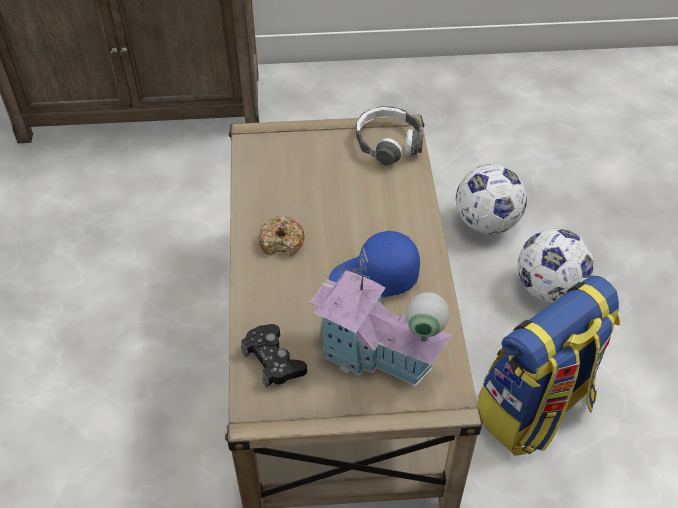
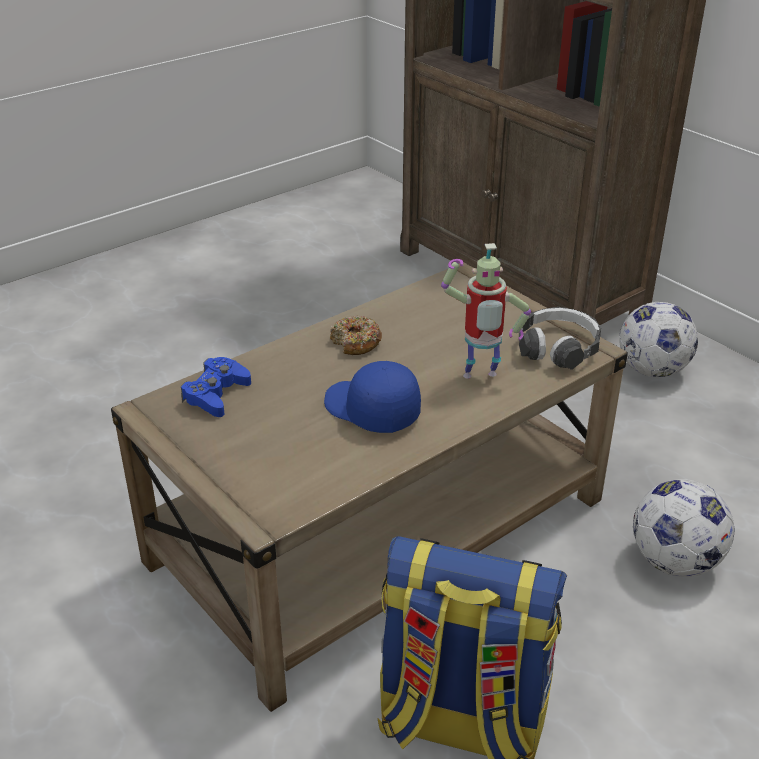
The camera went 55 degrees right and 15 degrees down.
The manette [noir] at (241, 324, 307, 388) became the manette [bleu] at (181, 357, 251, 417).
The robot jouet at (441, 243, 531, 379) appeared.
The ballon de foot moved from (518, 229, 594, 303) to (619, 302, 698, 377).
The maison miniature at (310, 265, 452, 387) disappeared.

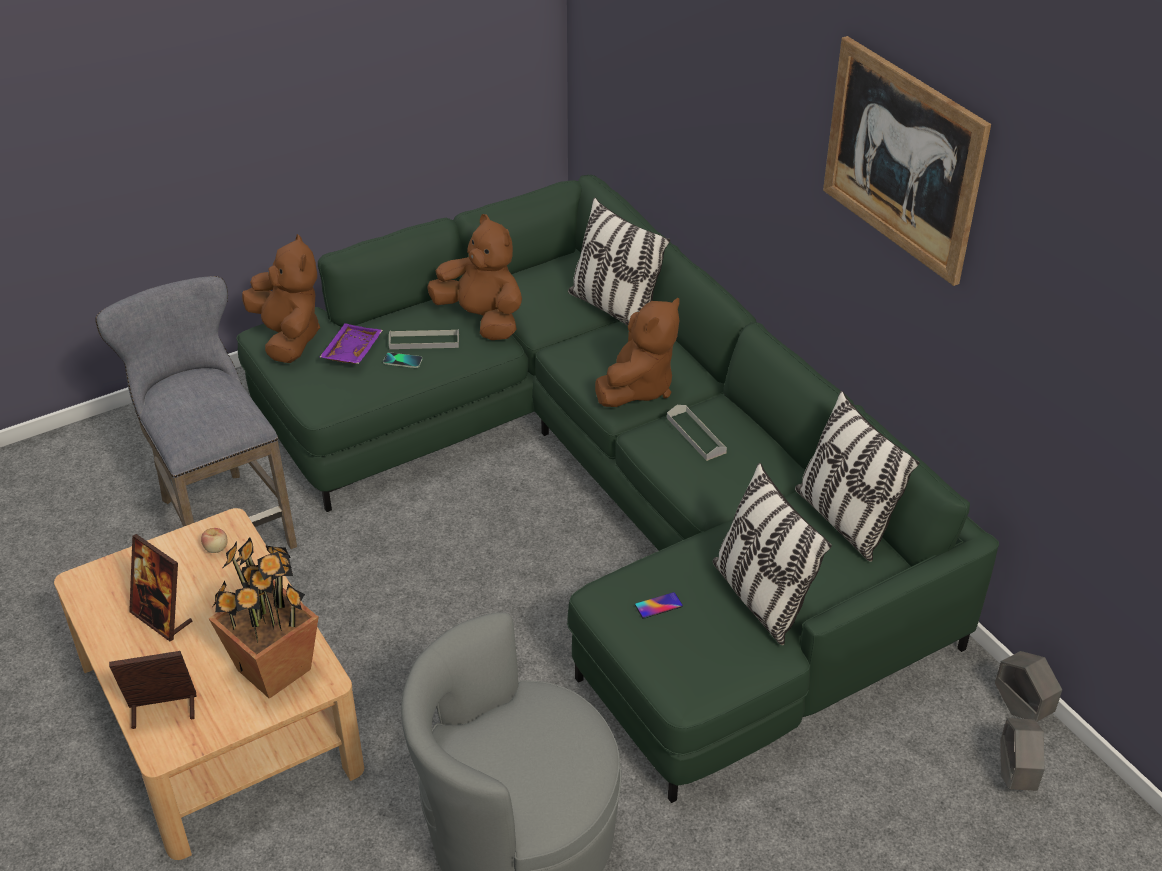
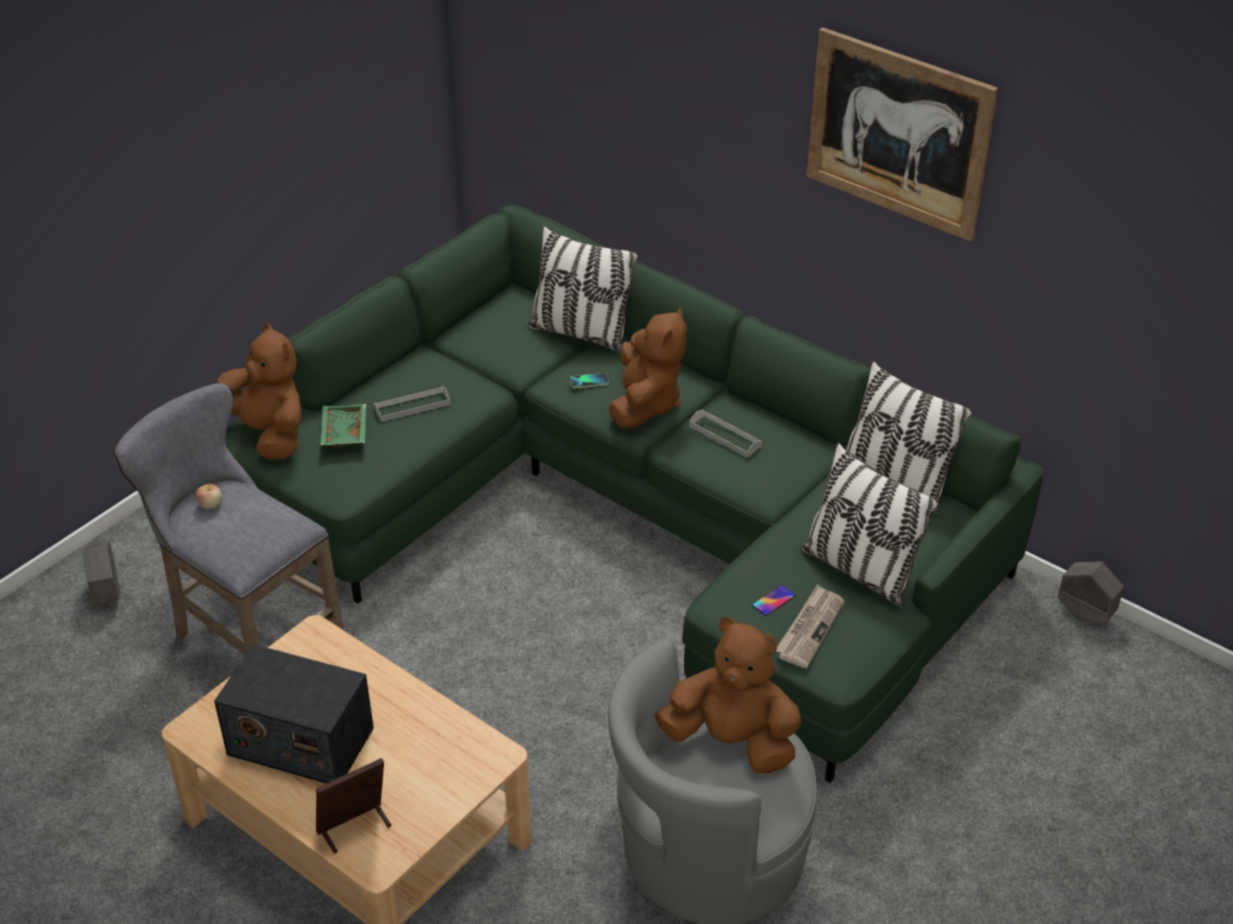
The camera went 20 degrees left and 0 degrees up.
The cache-pot [gris] moved from (1000, 718, 1045, 791) to (82, 542, 120, 604).
The pomme moved from (201, 528, 228, 553) to (196, 484, 222, 509).
The cadre photo at (129, 534, 192, 641) was replaced by the radio at (214, 644, 374, 783).
The plateau [violet] at (320, 323, 383, 364) became the plateau [vert] at (320, 404, 366, 446).
The téléphone moved from (383, 352, 422, 368) to (570, 373, 609, 388).
The peluche [marron] moved from (427, 214, 522, 340) to (655, 617, 802, 774).
The journal at (776, 584, 845, 668) appeared.
The plante en pot at (208, 537, 319, 699) disappeared.

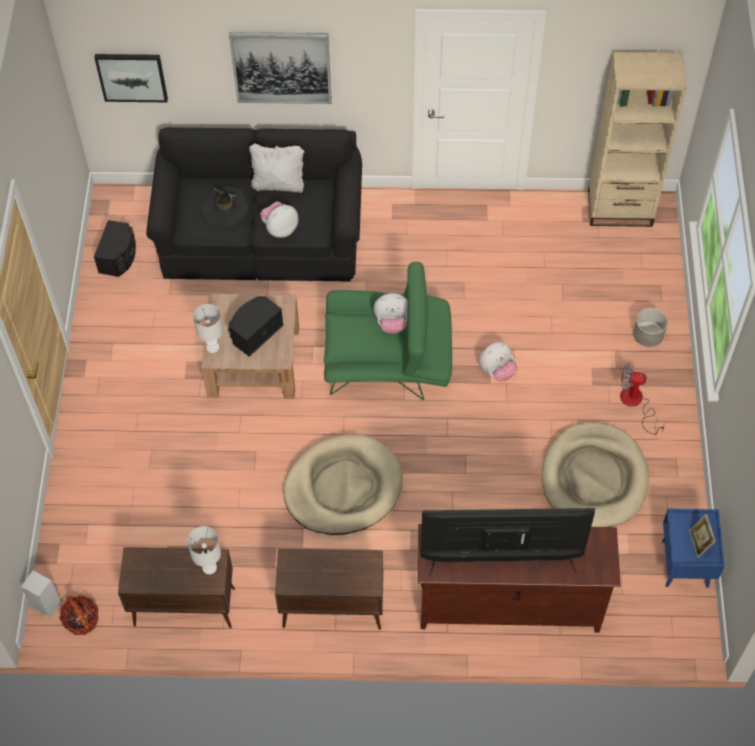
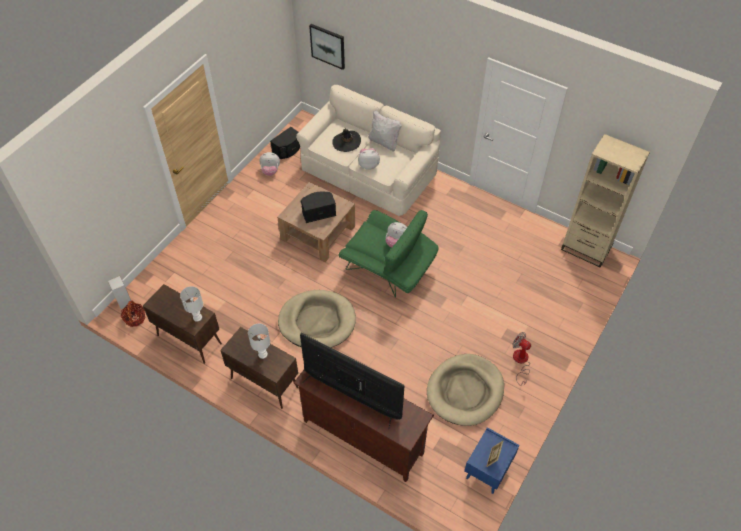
The camera went 30 degrees right and 5 degrees down.
The lampe de table [blanc] moved from (193, 304, 223, 353) to (248, 324, 270, 359).
The peluche moved from (479, 342, 517, 381) to (259, 152, 280, 176).
The canapé [noir] at (146, 127, 362, 281) became the canapé [beige] at (296, 85, 441, 216).
The tableau at (229, 32, 332, 104) disappeared.
The cache-pot [gris] at (633, 308, 668, 347) disappeared.

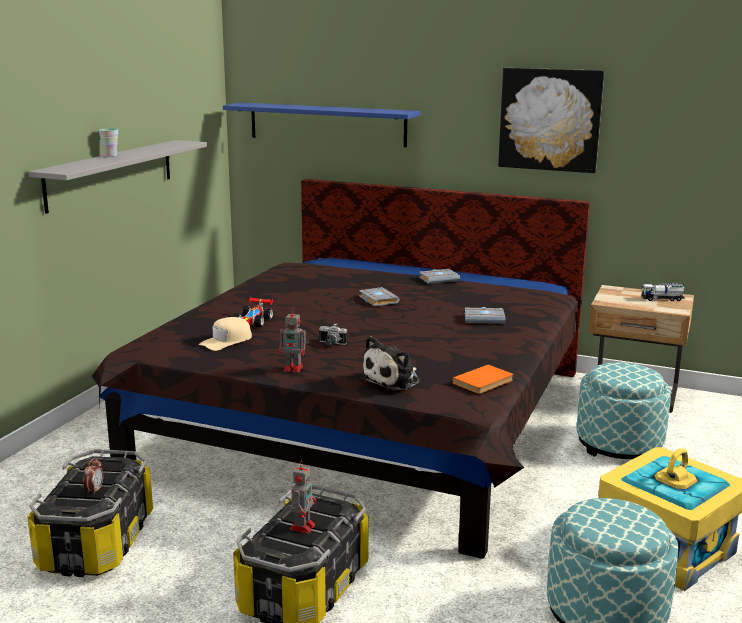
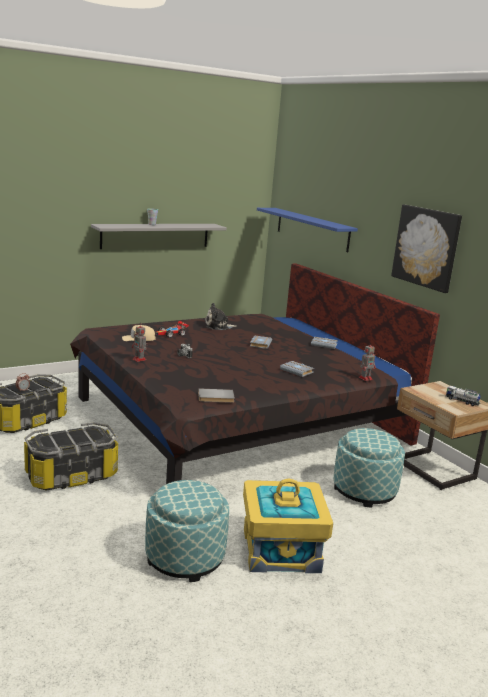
The camera went 35 degrees right and 0 degrees up.
The livre [orange] at (452, 365, 513, 394) became the livre [gris] at (198, 388, 235, 403).
The peluche moved from (360, 336, 420, 390) to (205, 303, 237, 330).
The robot jouet moved from (290, 460, 316, 534) to (359, 342, 376, 381).

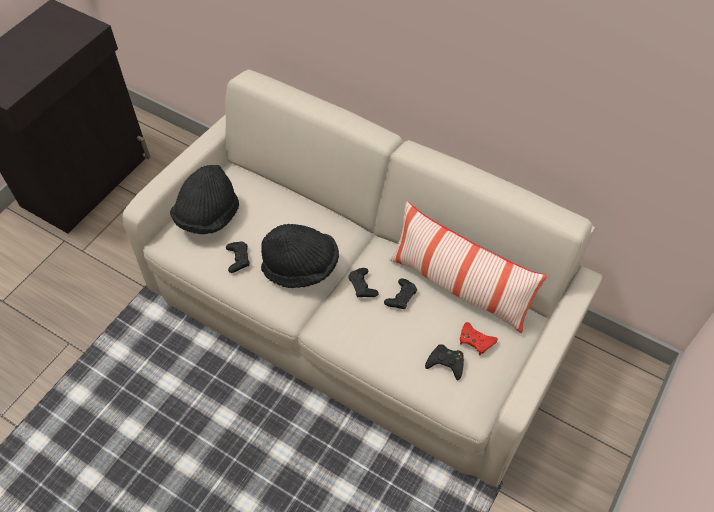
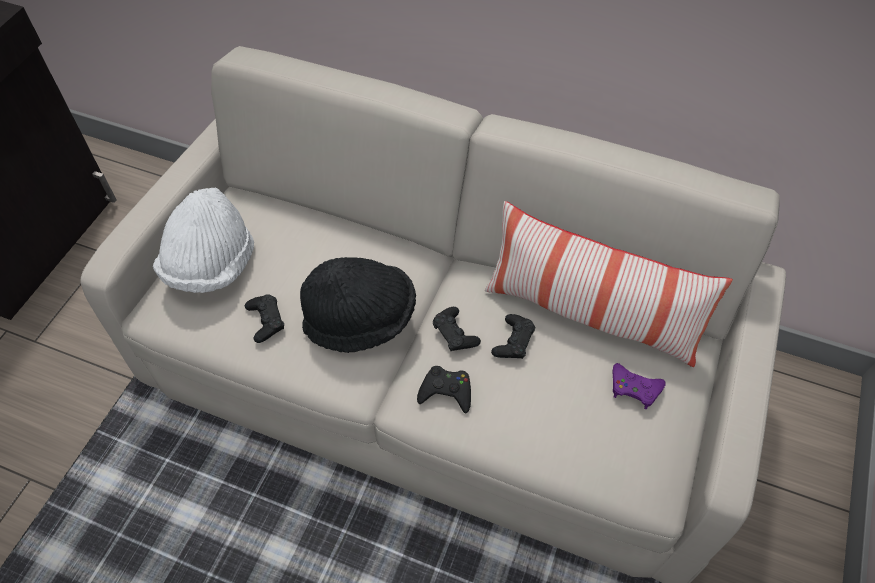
The camera went 10 degrees left and 0 degrees up.
The chapeau [noir] at (170, 165, 239, 234) became the chapeau [blanc] at (153, 188, 254, 293).
The manette [noir] moved from (425, 344, 464, 380) to (417, 366, 471, 413).
The manette [rouge] at (460, 322, 498, 355) became the manette [violet] at (613, 363, 666, 409).

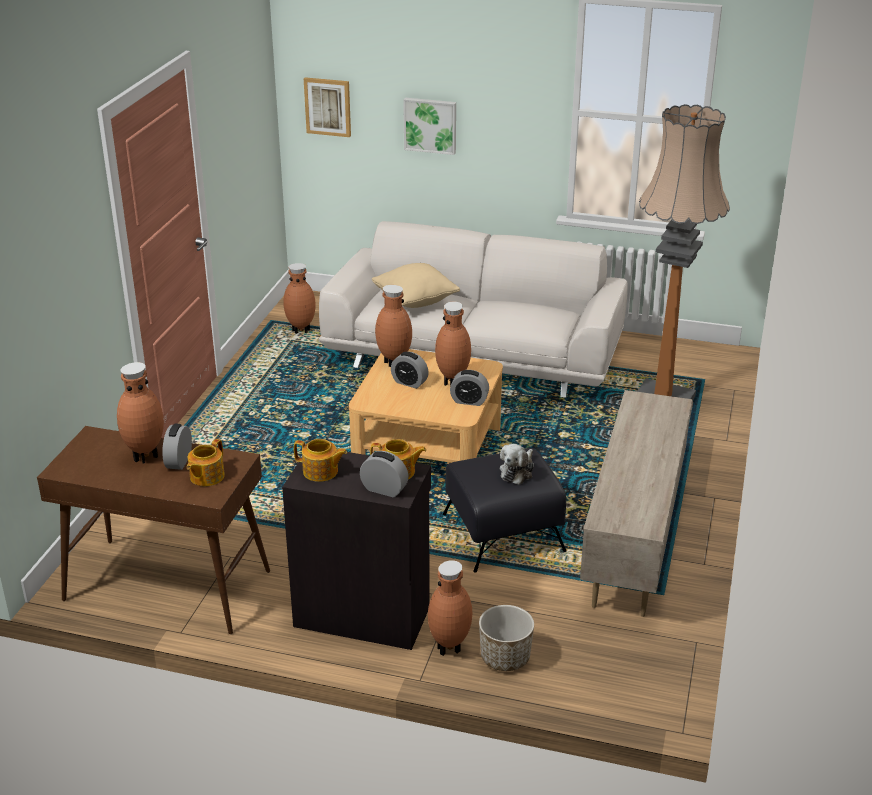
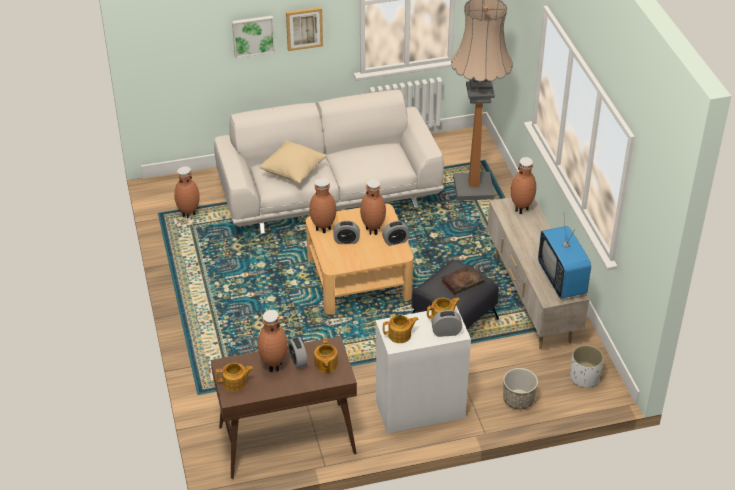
The camera went 30 degrees left and 10 degrees up.
The théière at (216, 363, 253, 392) appeared.
The tableau moved from (304, 77, 351, 137) to (286, 7, 323, 51).
The meuble de rangement [noir] at (282, 452, 431, 650) became the meuble de rangement [blanc] at (375, 306, 471, 433).
The peluche at (500, 444, 534, 485) was replaced by the livre at (441, 265, 484, 295).
The vase [marron] moved from (428, 560, 472, 656) to (511, 157, 536, 214).
The téléviseur at (538, 217, 591, 299) appeared.
The cache-pot [blanc] at (570, 345, 604, 388) appeared.

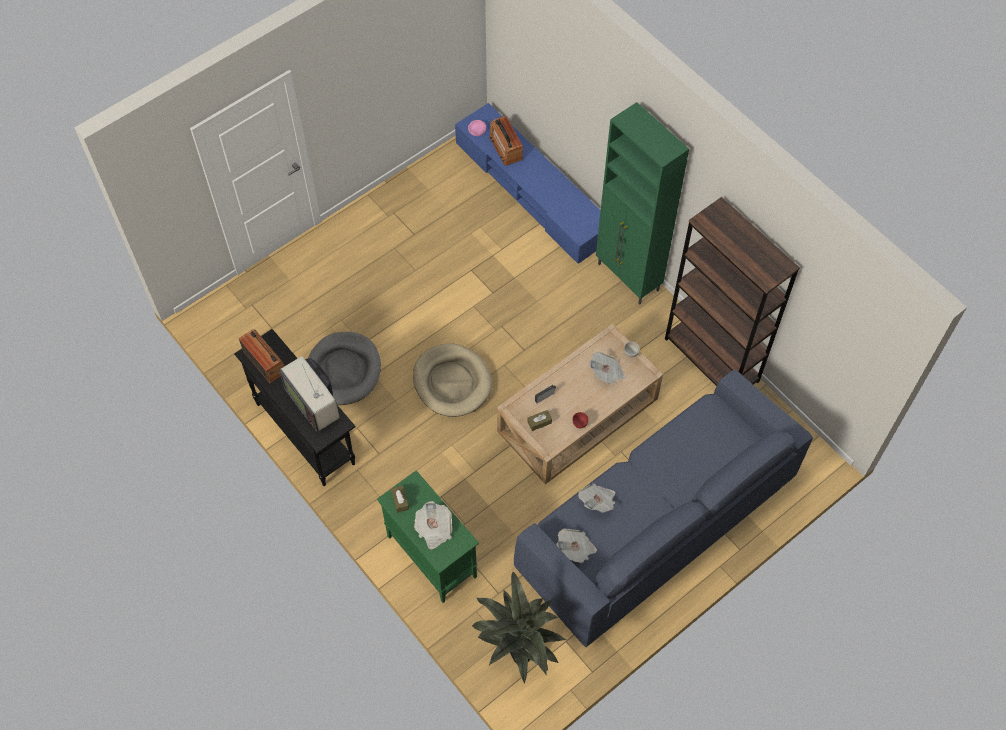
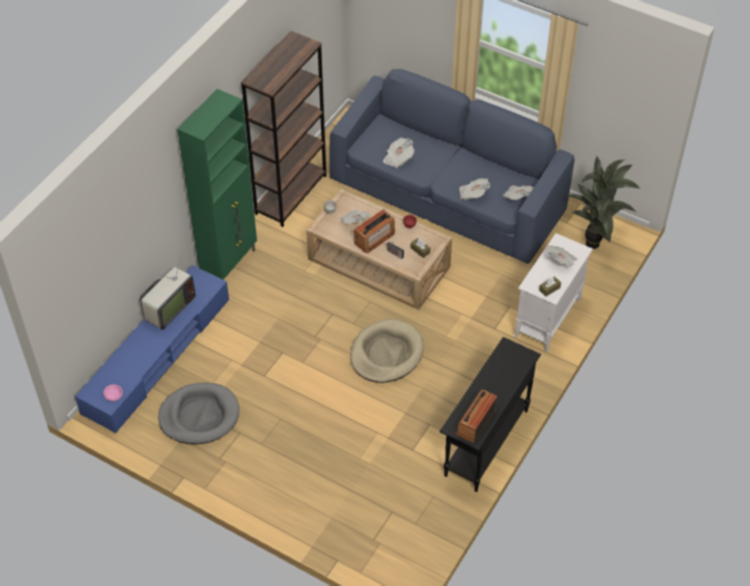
The camera went 110 degrees left and 10 degrees down.
The téléviseur moved from (279, 356, 339, 432) to (140, 253, 196, 330).
The panier pour chien [gris] moved from (308, 332, 381, 405) to (158, 383, 240, 444).
The radio moved from (489, 116, 523, 166) to (354, 209, 395, 254).
The journal at (383, 137, 414, 168) appeared.
The meuble de rangement [vert] at (377, 470, 479, 603) became the meuble de rangement [blanc] at (515, 233, 593, 352).

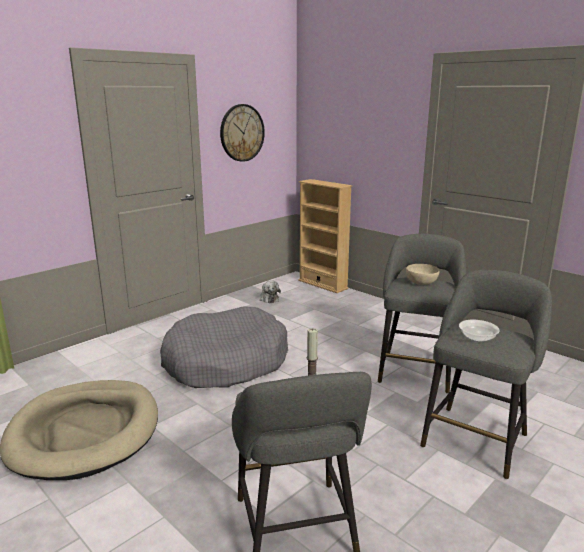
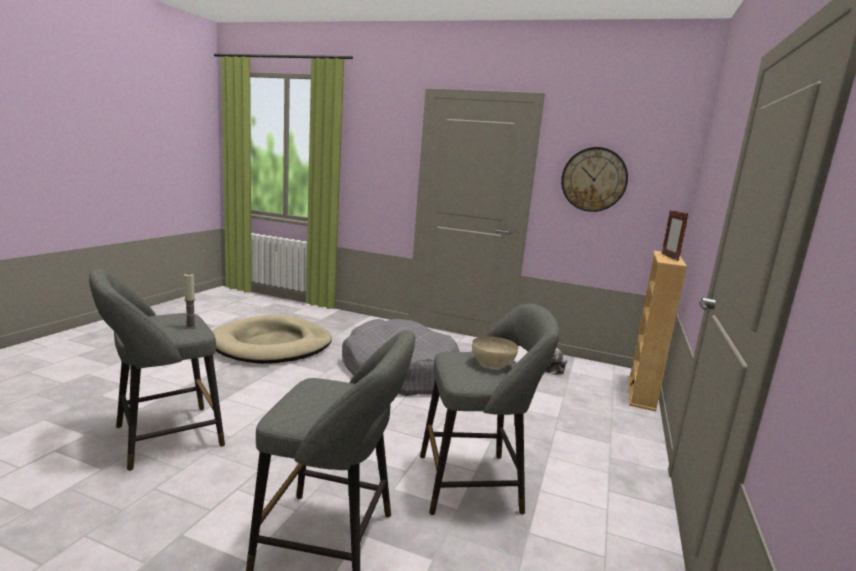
The camera went 65 degrees right and 5 degrees down.
The cadre photo at (662, 210, 689, 261) appeared.
The bol at (459, 320, 500, 342) disappeared.

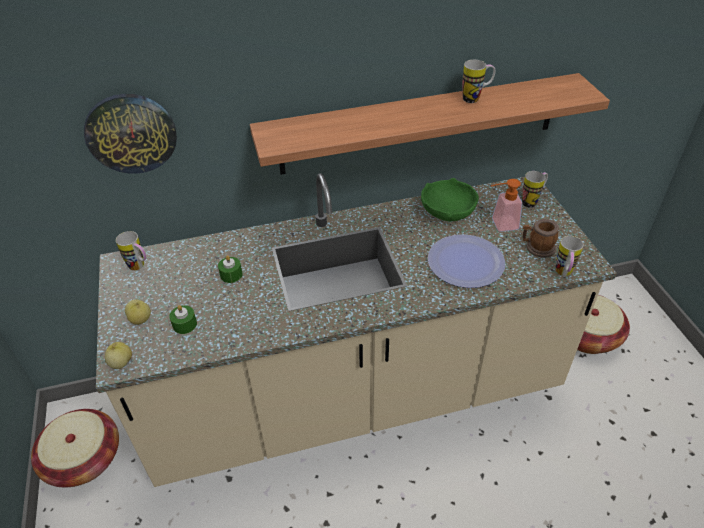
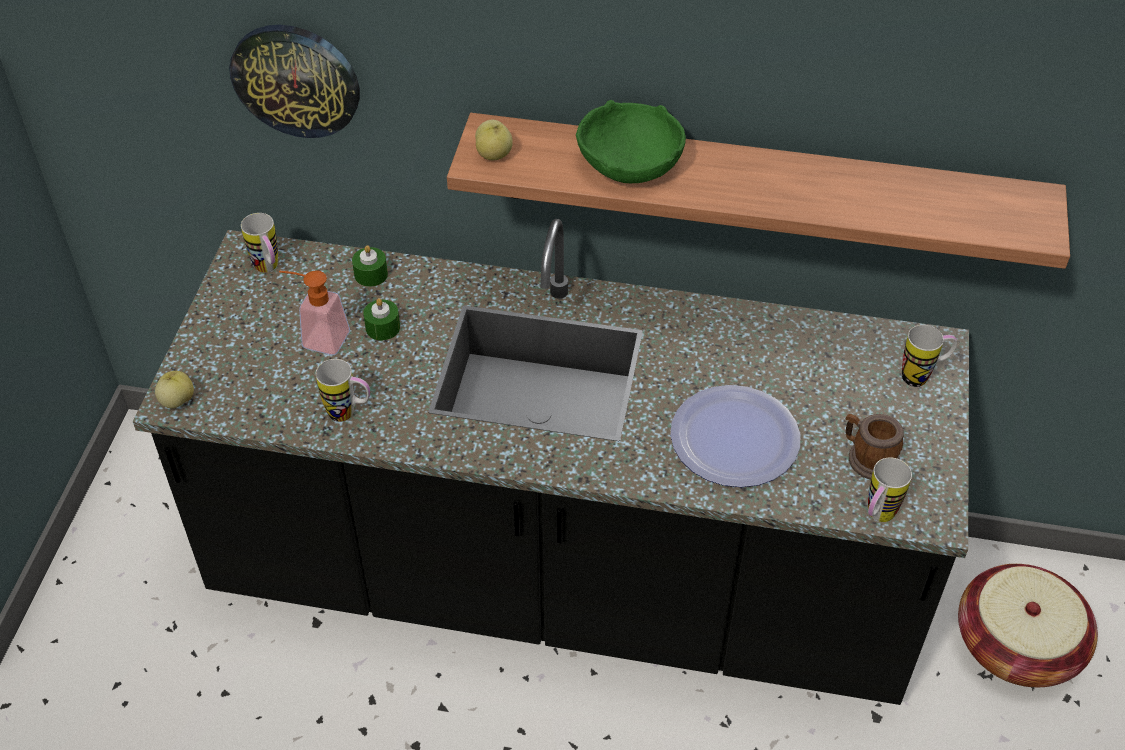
The camera went 25 degrees right and 5 degrees up.
The comptoir de cuisine [beige] at (96, 173, 617, 487) became the comptoir de cuisine [noir] at (133, 219, 969, 705).
The distributeur de savon moved from (491, 179, 522, 232) to (279, 270, 350, 355).
The mug moved from (462, 60, 495, 103) to (316, 359, 370, 422).
The bougie [vert] moved from (169, 305, 197, 334) to (352, 245, 388, 287).
The pomme moved from (125, 299, 151, 325) to (475, 120, 513, 160).
The bol [vert] moved from (421, 178, 479, 221) to (576, 100, 686, 183).
The panier at (31, 409, 119, 487) disappeared.

